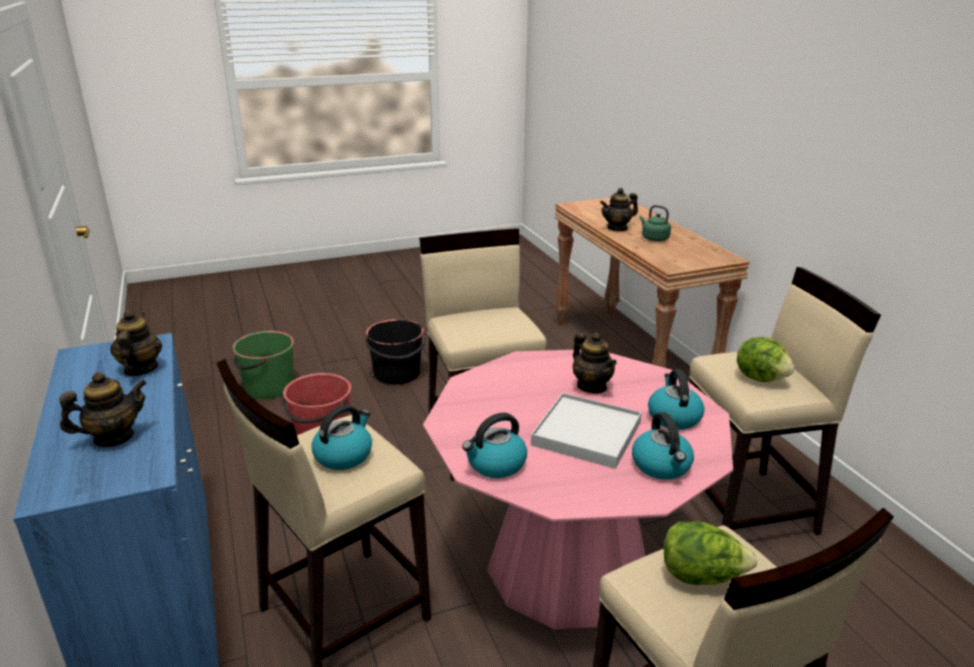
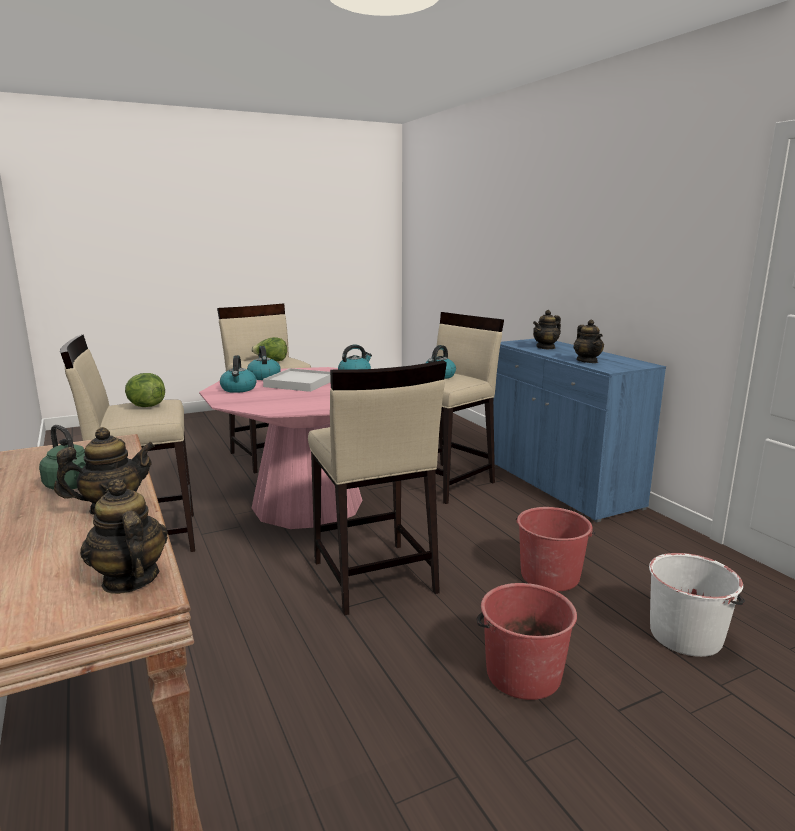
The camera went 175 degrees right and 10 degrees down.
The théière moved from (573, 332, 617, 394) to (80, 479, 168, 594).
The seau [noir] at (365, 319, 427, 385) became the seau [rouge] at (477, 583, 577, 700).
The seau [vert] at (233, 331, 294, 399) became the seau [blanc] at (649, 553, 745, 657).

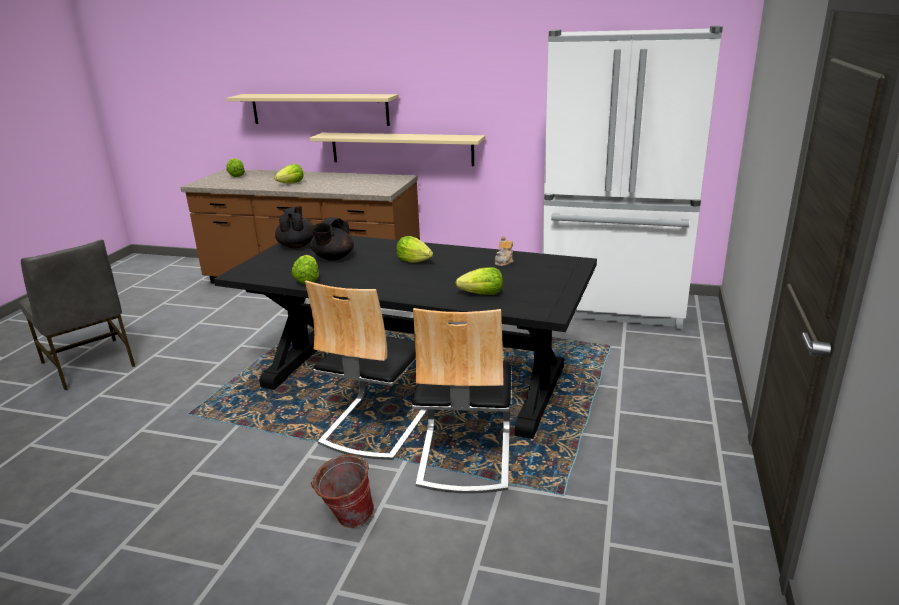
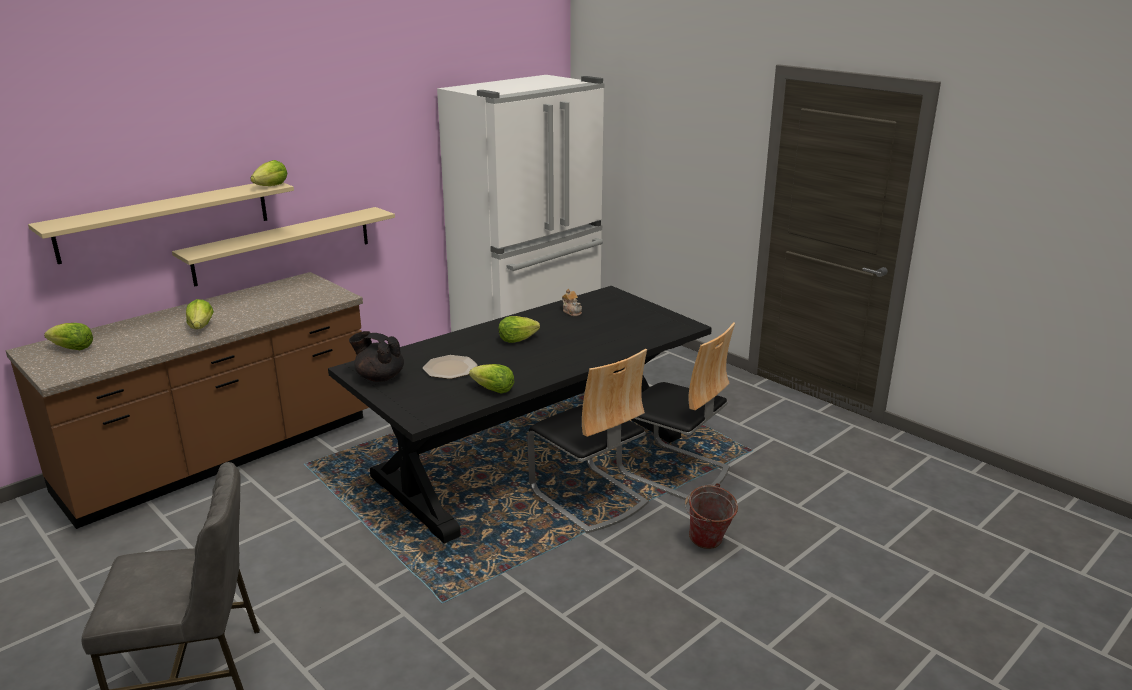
The camera went 60 degrees left and 0 degrees up.
The laitue moved from (456, 267, 503, 295) to (251, 160, 287, 186).
The théière [noir] at (311, 217, 354, 261) was replaced by the assiette at (423, 355, 478, 379).

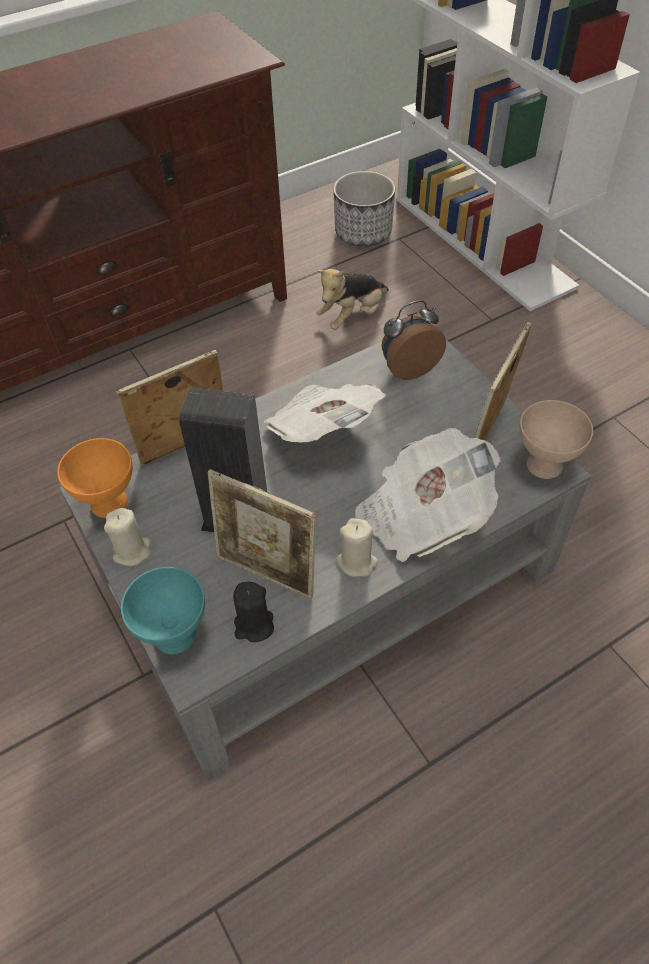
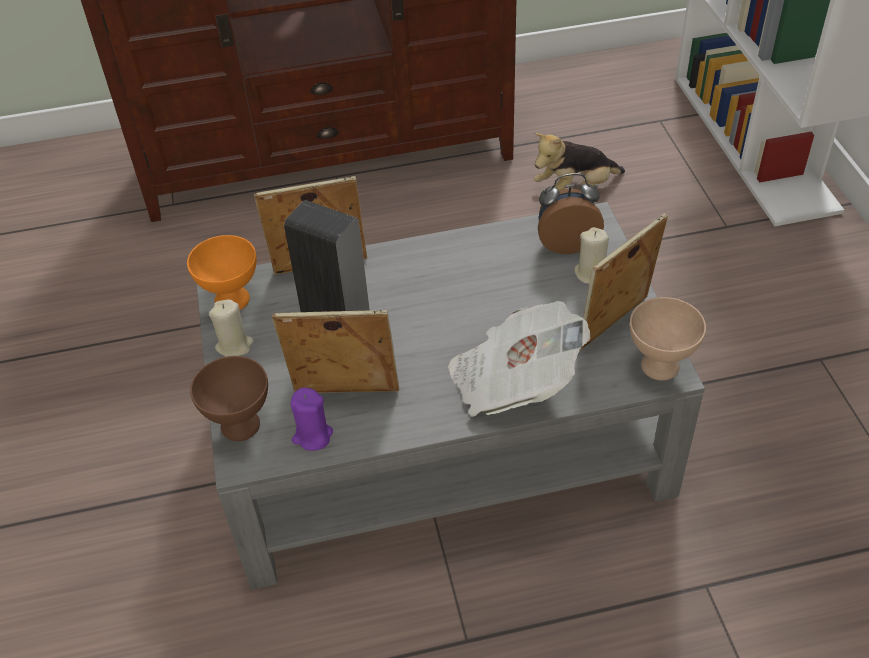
The camera went 20 degrees right and 5 degrees down.
The bol [turquoise] at (121, 567, 205, 654) became the bol [marron] at (190, 356, 268, 441).
The cadre photo at (208, 469, 317, 599) turned 135 degrees clockwise.
The bougie [noir] at (233, 582, 274, 642) became the bougie [violet] at (290, 387, 333, 451).
The bougie [beige] moved from (337, 518, 378, 577) to (574, 227, 609, 284).
The journal at (264, 384, 386, 442) disappeared.
The cache-pot at (333, 171, 395, 246) disappeared.

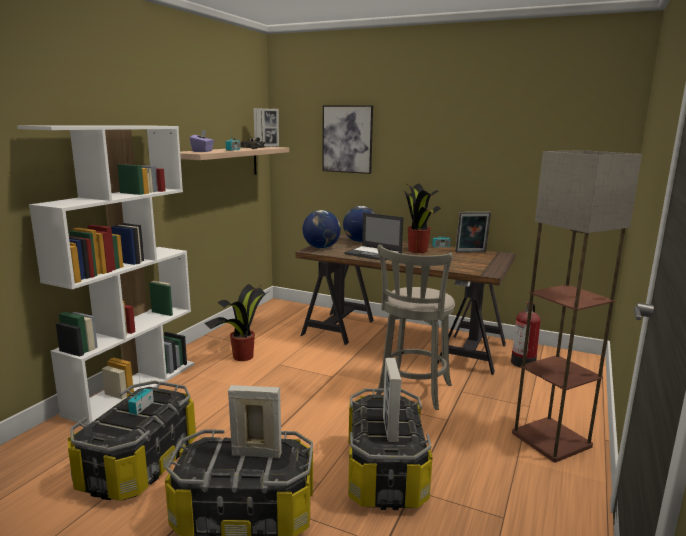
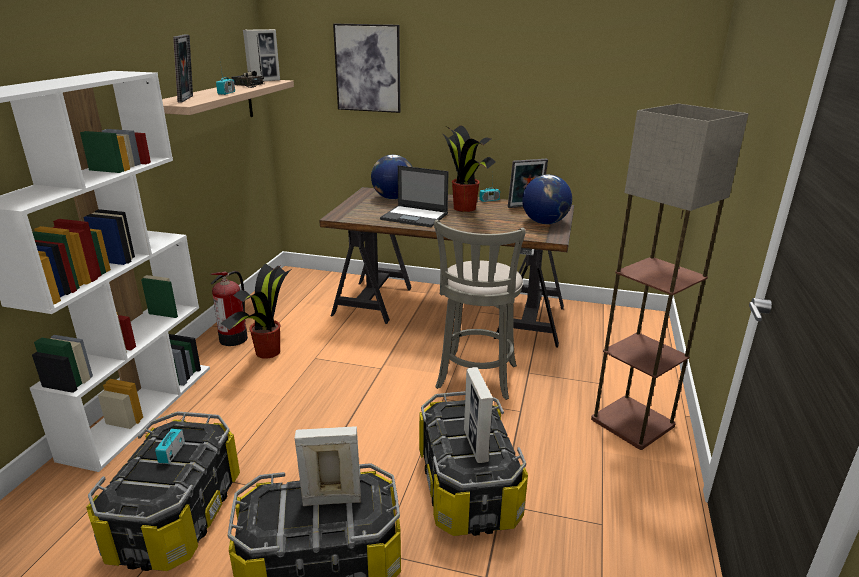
The camera went 10 degrees left and 10 degrees up.
The boîte à mouchoirs [violet] at (190, 130, 214, 152) was replaced by the cadre photo at (173, 34, 193, 103).
The extincteur moved from (511, 302, 541, 368) to (210, 271, 248, 346).
The globe moved from (303, 210, 341, 248) to (522, 175, 572, 224).

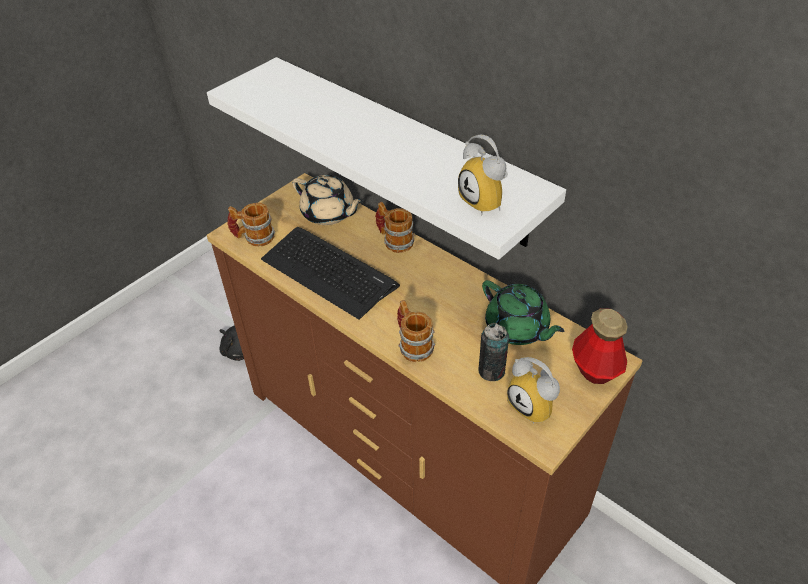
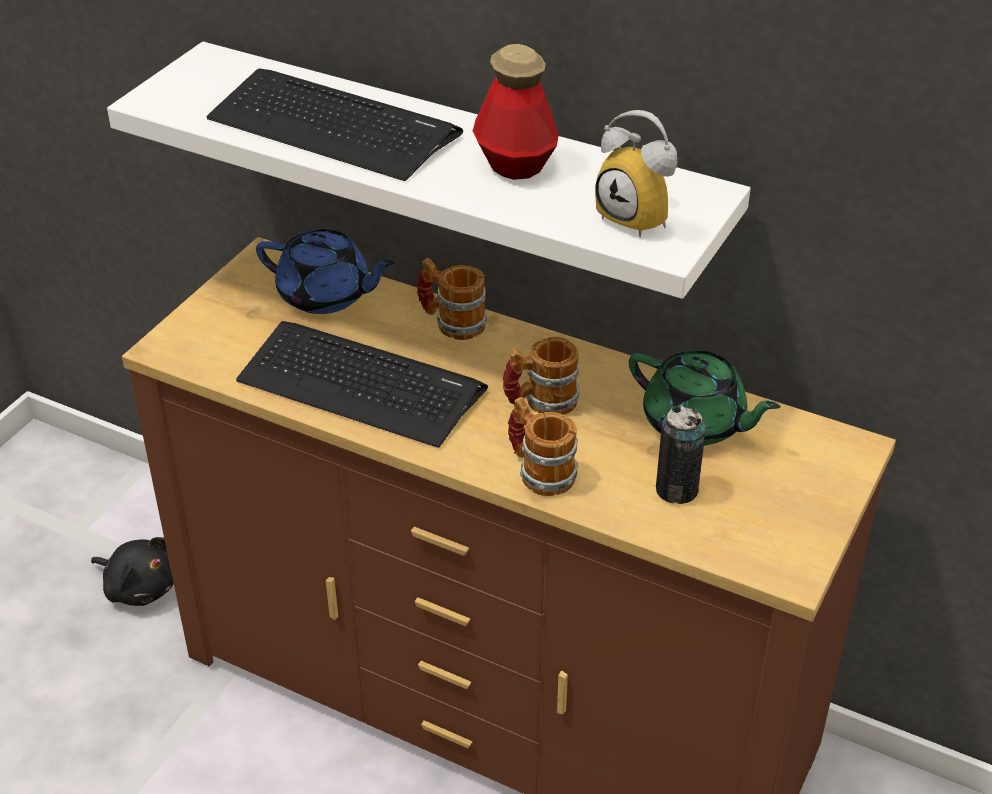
The camera went 15 degrees left and 5 degrees down.
The clavier at (206, 69, 463, 181) appeared.
The théière [beige] at (292, 175, 364, 225) became the théière [bleu] at (256, 229, 395, 314).
The bouteille moved from (572, 308, 628, 384) to (473, 44, 559, 180).
The mug moved from (227, 203, 275, 246) to (503, 337, 580, 415).
The réveil at (507, 357, 560, 424) disappeared.

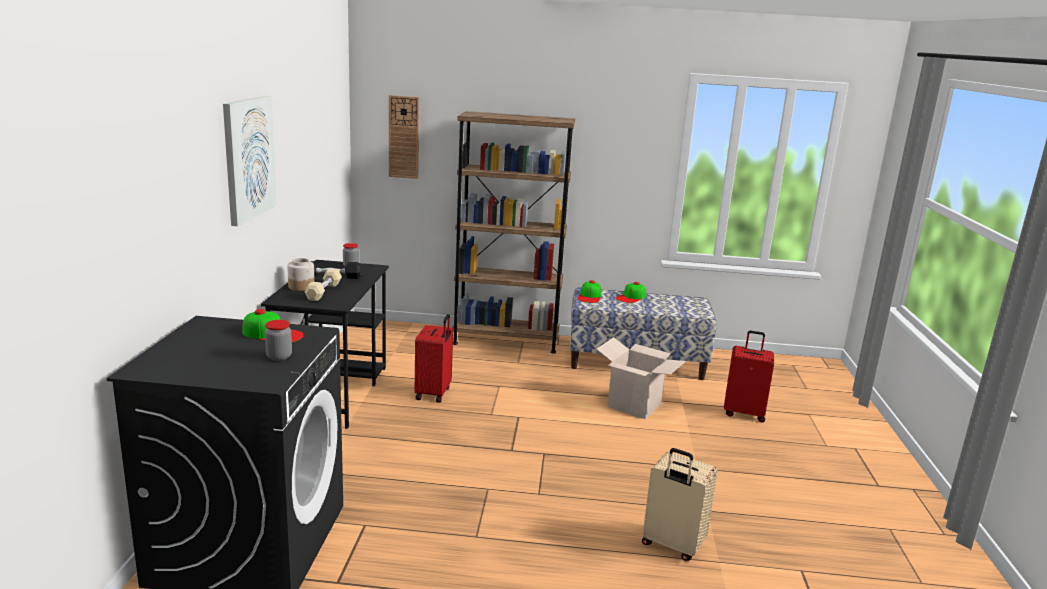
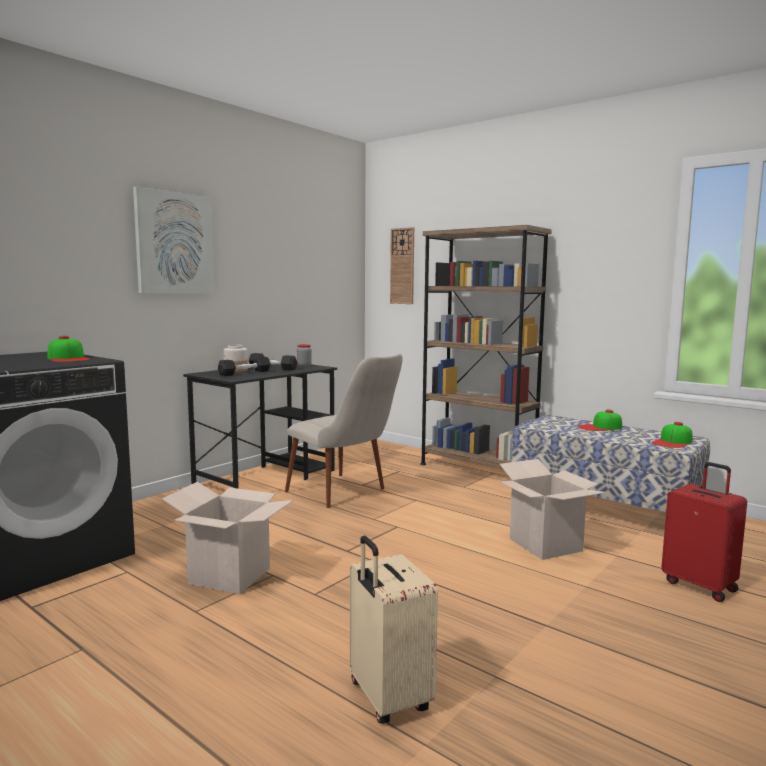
The camera went 35 degrees right and 10 degrees down.
The carton at (162, 482, 293, 594) appeared.
The haltère [beige] at (305, 268, 342, 301) became the haltère [noir] at (218, 356, 271, 376).
The valise [rouge] at (415, 314, 453, 403) was replaced by the chaise [beige] at (285, 354, 403, 508).
The casquette moved from (578, 280, 601, 303) to (652, 422, 692, 448).
The bocal at (265, 320, 292, 361) disappeared.

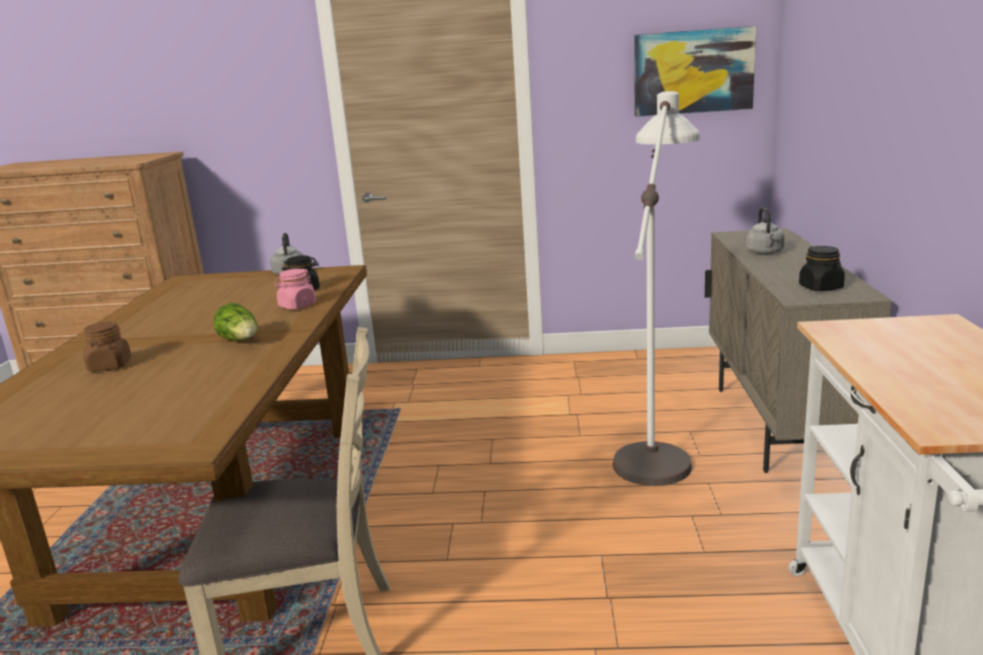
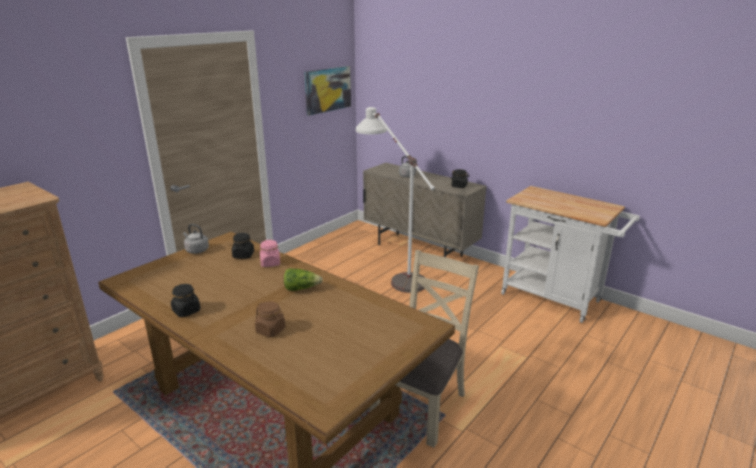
The camera went 55 degrees left and 5 degrees up.
The bocal [noir] at (171, 284, 200, 317) appeared.

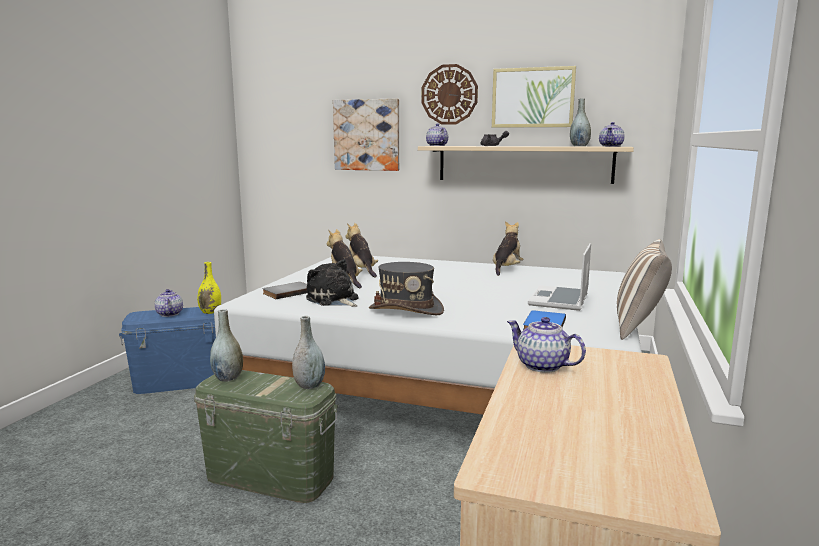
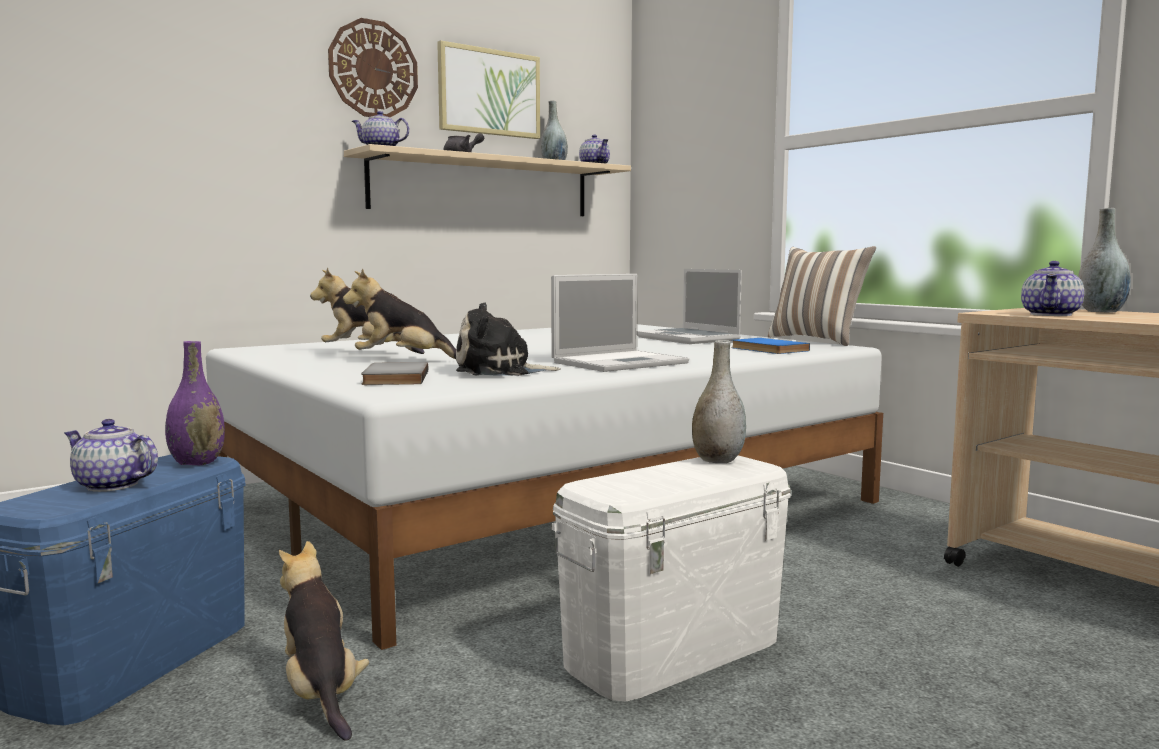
The camera went 55 degrees left and 5 degrees down.
The vase [jaune] at (197, 262, 221, 314) became the vase [violet] at (165, 341, 225, 466).
The peluche moved from (493, 221, 523, 276) to (279, 541, 369, 740).
The chapeau [gris] at (369, 262, 444, 315) was replaced by the ordinateur portable at (551, 274, 689, 372).
The boîte de rangement [vert] at (194, 370, 339, 503) became the boîte de rangement [blanc] at (551, 456, 791, 701).
The théière at (507, 317, 586, 373) turned 45 degrees counterclockwise.
The vase [gris] moved from (210, 310, 243, 382) to (1078, 208, 1131, 313).
The tableau at (333, 99, 399, 171) disappeared.

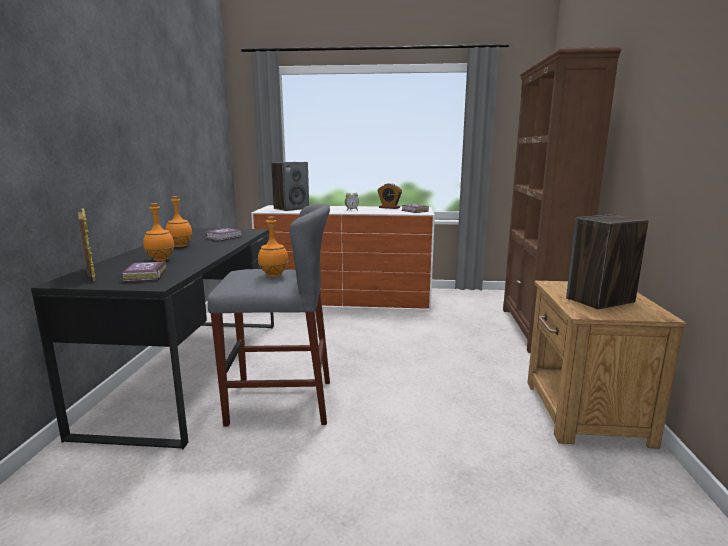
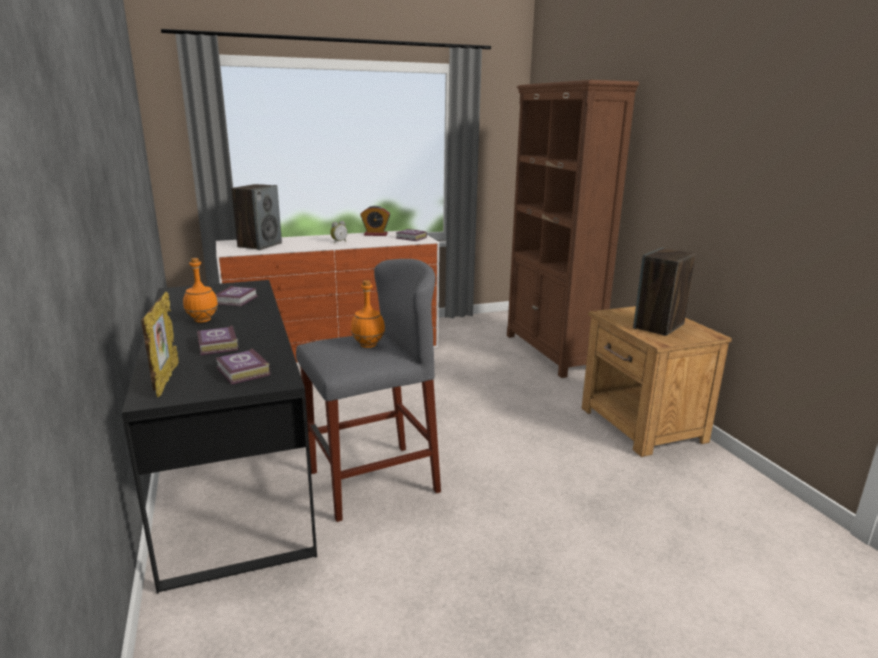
The camera went 25 degrees left and 5 degrees up.
The cadre photo at (78, 208, 95, 281) turned 45 degrees clockwise.
The bouteille [orange] at (143, 203, 175, 261) was replaced by the livre at (197, 326, 239, 355).

